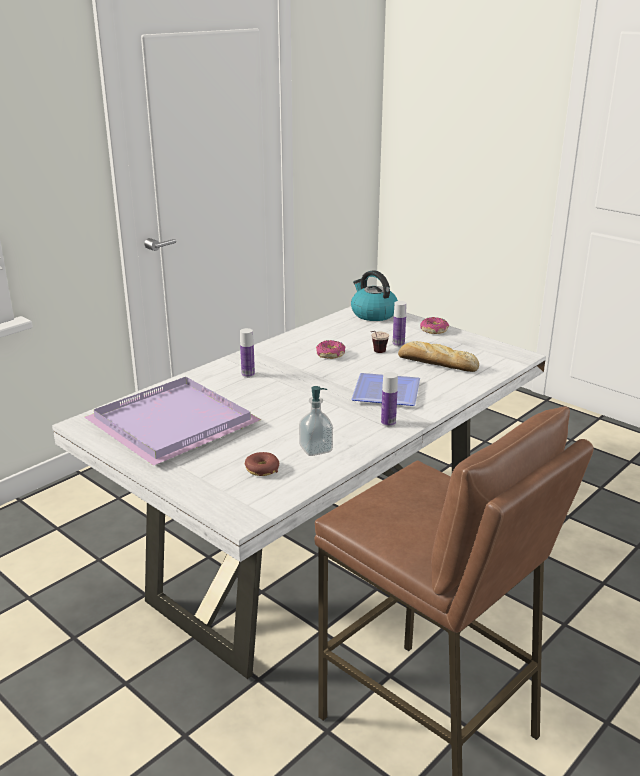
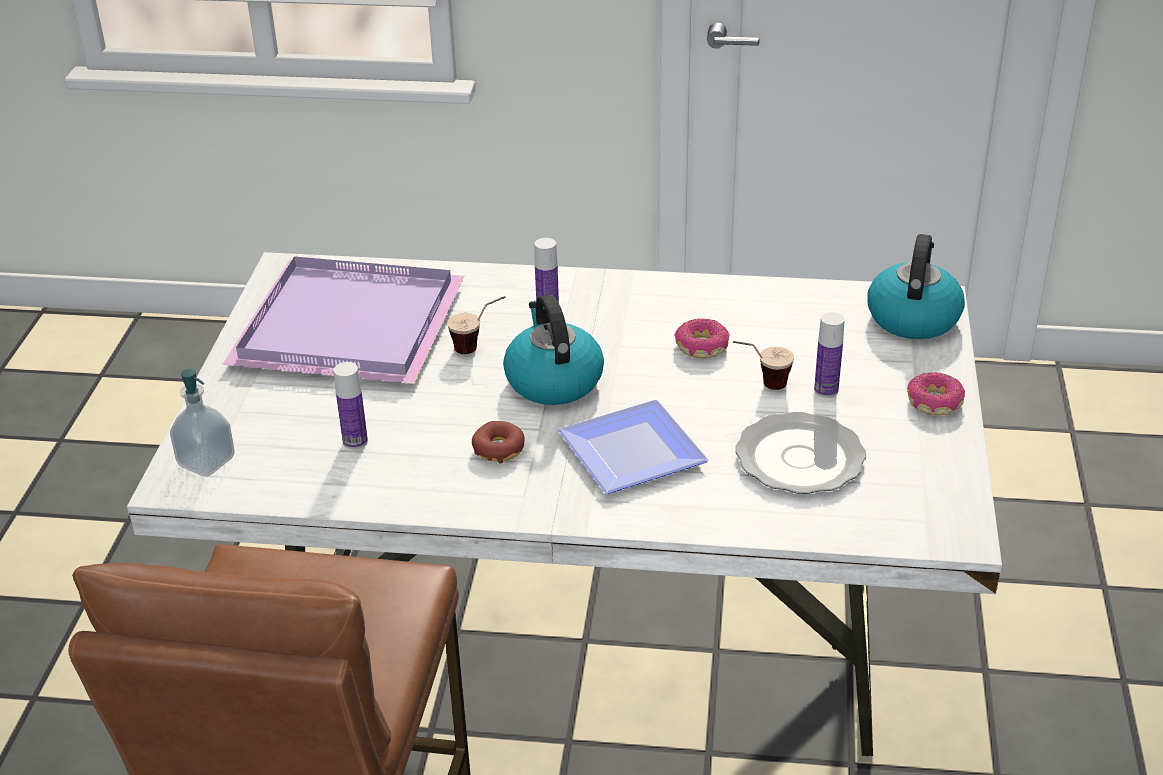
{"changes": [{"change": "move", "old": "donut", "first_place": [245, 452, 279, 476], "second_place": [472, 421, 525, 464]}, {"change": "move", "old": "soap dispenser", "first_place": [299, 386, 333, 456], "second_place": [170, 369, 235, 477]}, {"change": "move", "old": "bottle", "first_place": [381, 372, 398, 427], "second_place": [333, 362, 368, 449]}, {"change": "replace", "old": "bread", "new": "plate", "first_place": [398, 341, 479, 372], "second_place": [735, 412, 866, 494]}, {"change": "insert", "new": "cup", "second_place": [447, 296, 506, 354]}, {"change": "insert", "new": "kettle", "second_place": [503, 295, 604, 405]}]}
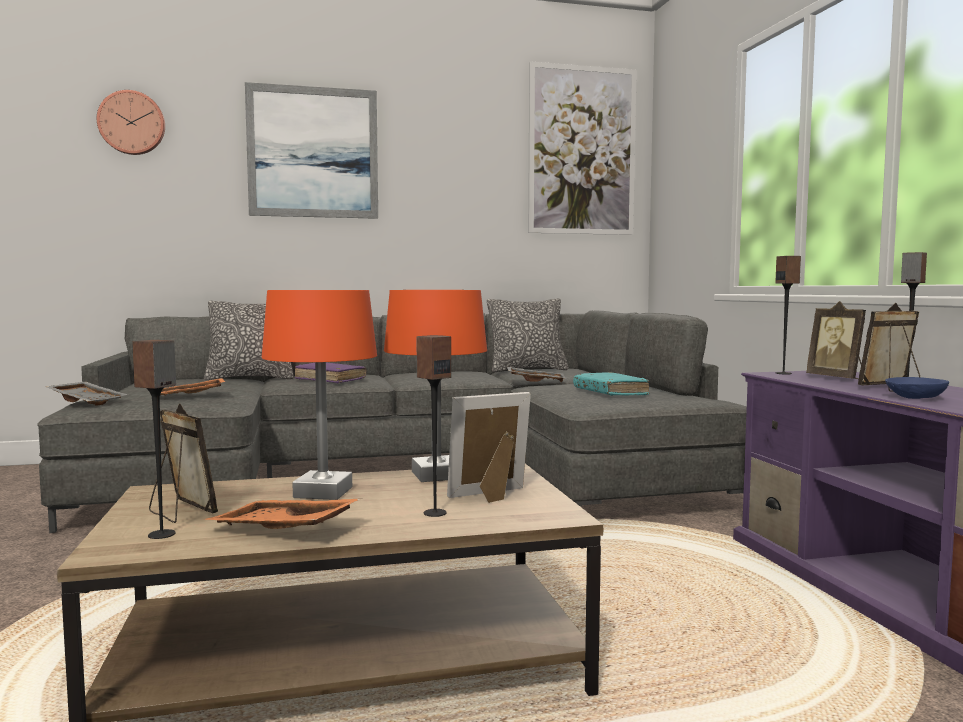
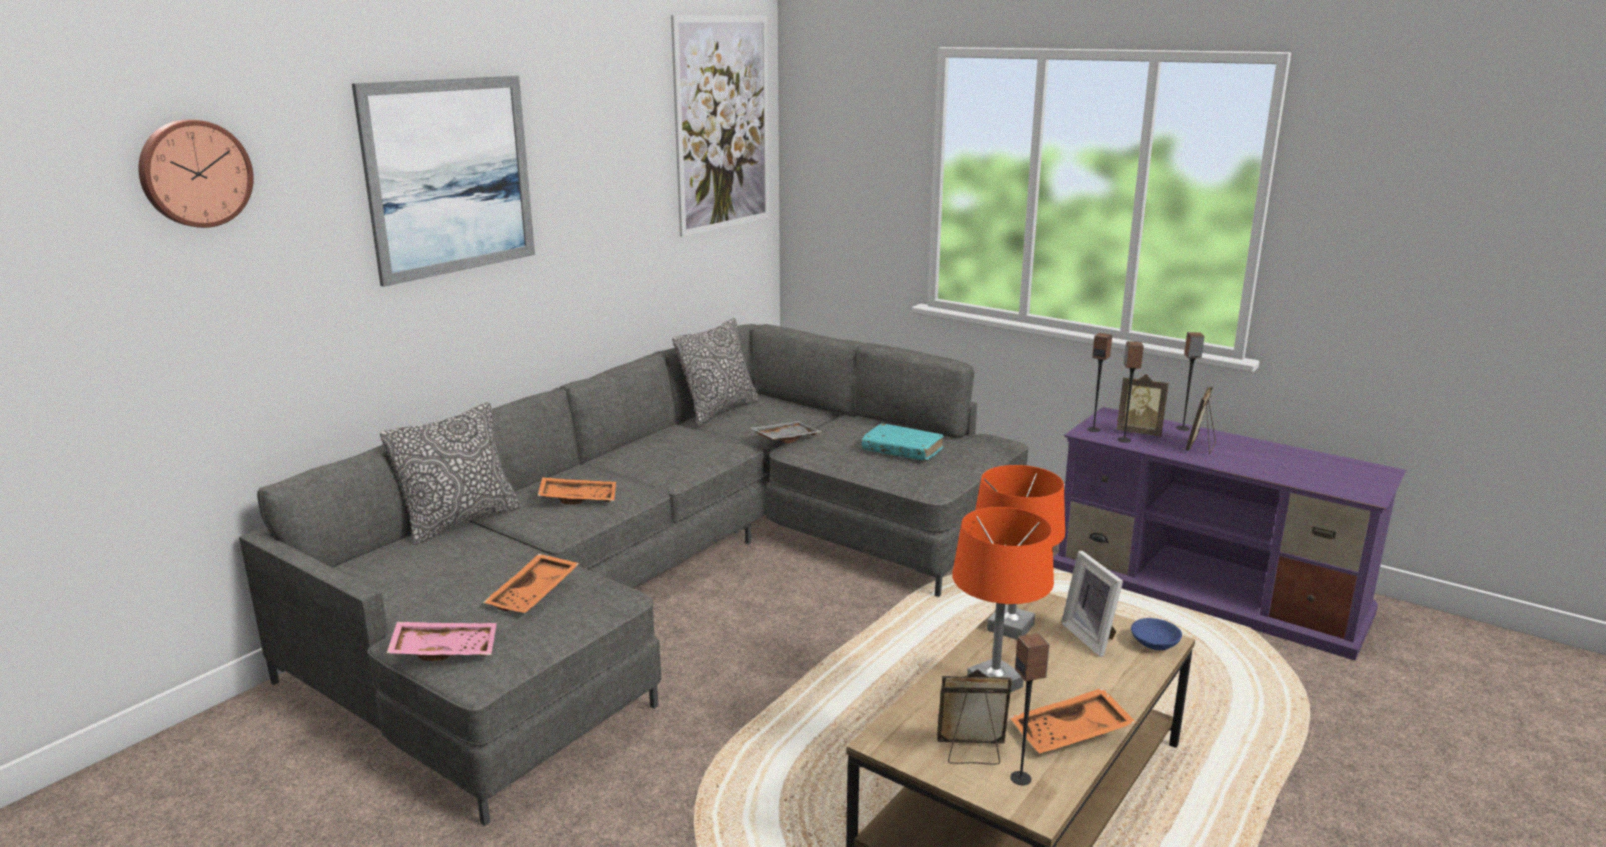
{"changes": [{"change": "recolor", "old": "tray (grey)", "new": "tray (pink)", "first_place": [47, 382, 128, 406], "second_place": [387, 622, 497, 661]}, {"change": "replace", "old": "book (purple)", "new": "tray (orange)", "first_place": [294, 363, 366, 383], "second_place": [538, 477, 616, 504]}, {"change": "move", "old": "speaker", "first_place": [416, 335, 451, 517], "second_place": [1117, 341, 1144, 443]}, {"change": "rotate", "old": "picture frame", "first_place": [447, 392, 531, 503], "second_place": [1061, 551, 1123, 657], "degrees": -45}, {"change": "move", "old": "bowl (blue)", "first_place": [885, 377, 949, 399], "second_place": [1131, 618, 1182, 650]}]}
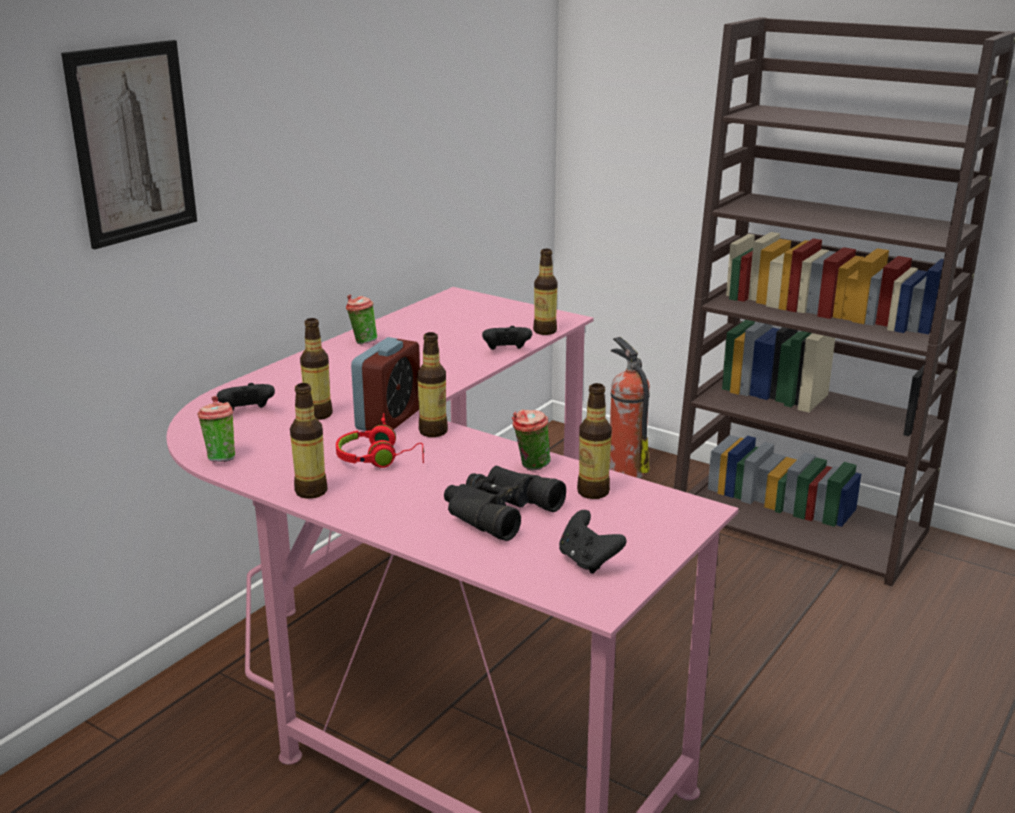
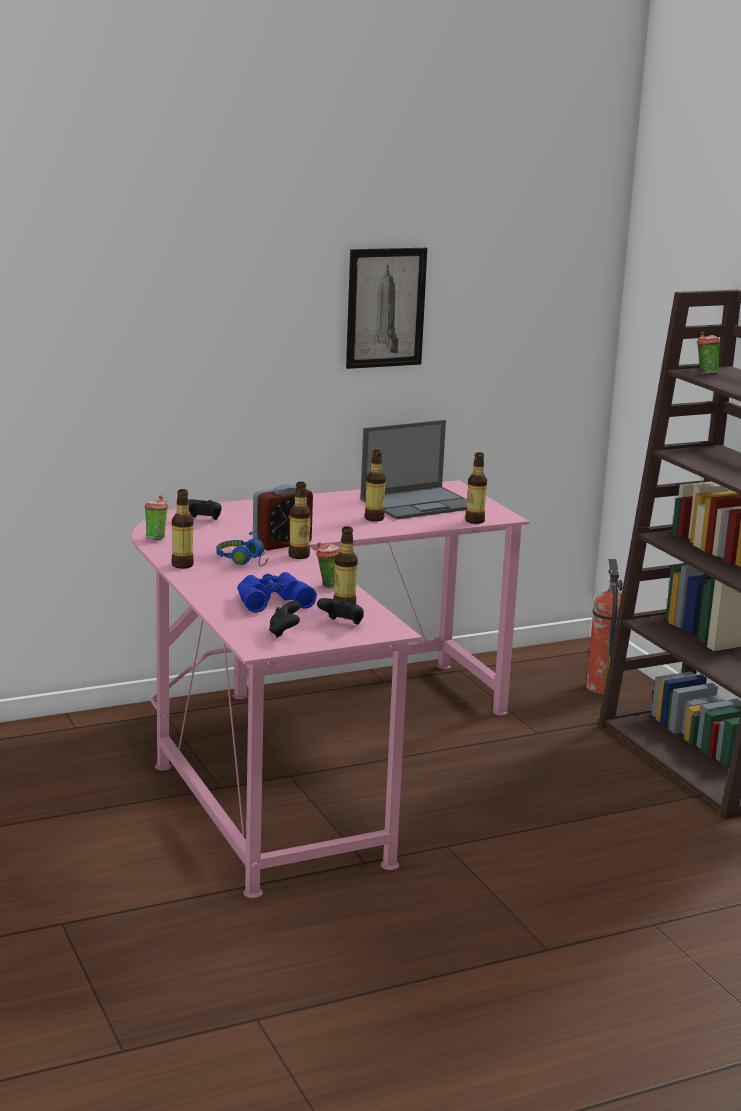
{"changes": [{"change": "move", "old": "picture", "first_place": [61, 40, 197, 249], "second_place": [346, 248, 427, 369]}, {"change": "move", "old": "bottle", "first_place": [300, 318, 333, 420], "second_place": [364, 450, 386, 522]}, {"change": "recolor", "old": "headphones (red)", "new": "headphones (blue)", "first_place": [336, 413, 424, 468], "second_place": [216, 530, 269, 566]}, {"change": "move", "old": "cup", "first_place": [346, 294, 377, 344], "second_place": [697, 332, 721, 374]}, {"change": "recolor", "old": "binoculars (black)", "new": "binoculars (blue)", "first_place": [444, 466, 566, 541], "second_place": [237, 572, 317, 613]}, {"change": "move", "old": "game controller (black)", "first_place": [482, 326, 532, 350], "second_place": [317, 598, 364, 625]}, {"change": "insert", "new": "laptop", "second_place": [360, 420, 467, 520]}]}
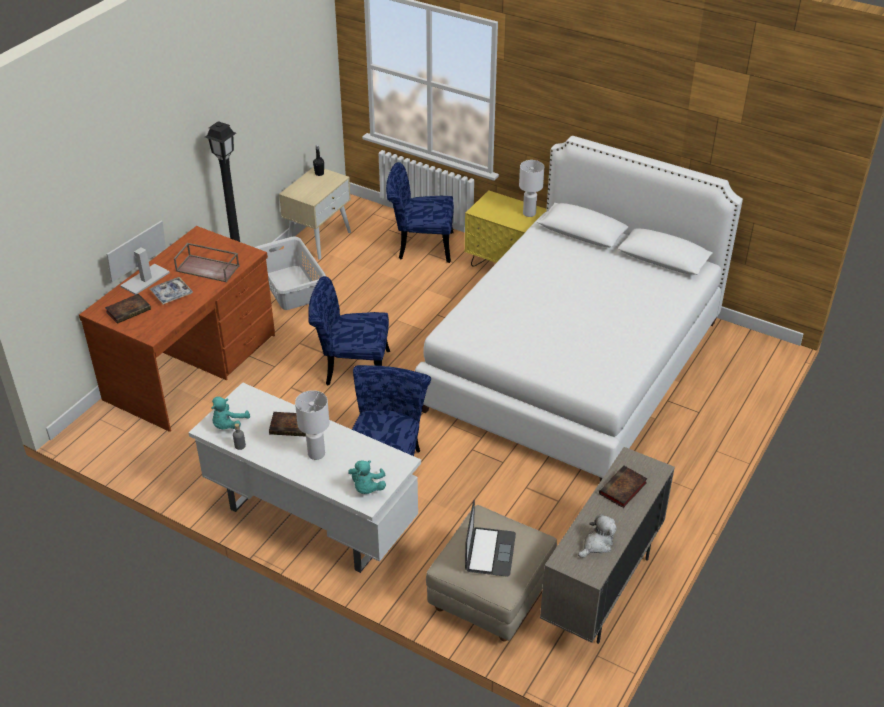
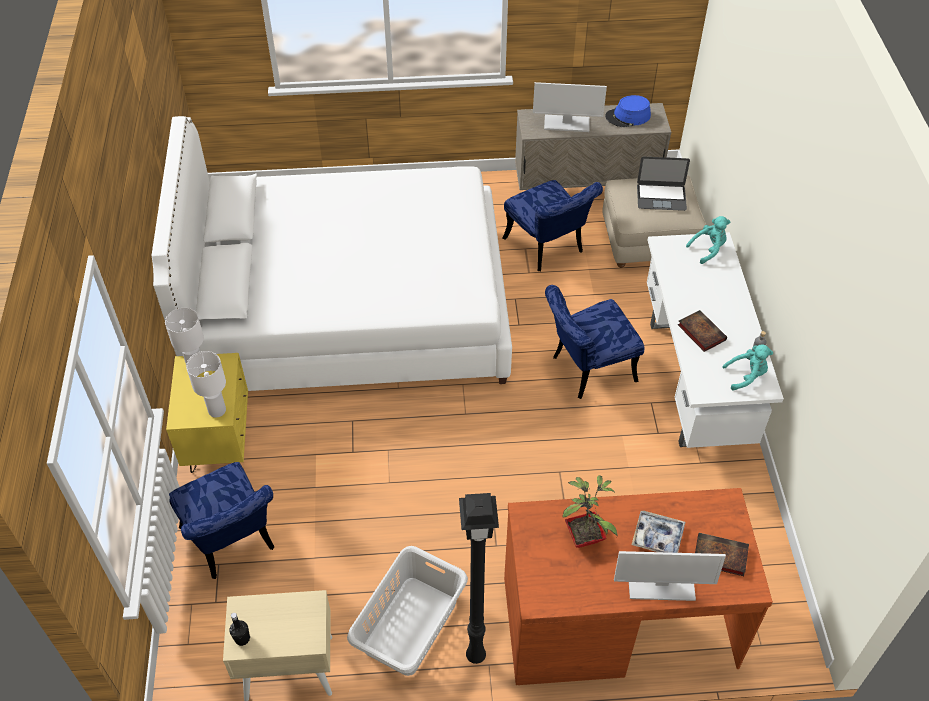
{"changes": [{"change": "replace", "old": "tray (brown)", "new": "potted plant", "first_place": [174, 243, 240, 282], "second_place": [563, 475, 617, 548]}, {"change": "move", "old": "table lamp (white)", "first_place": [295, 390, 329, 460], "second_place": [186, 351, 226, 417]}, {"change": "move", "old": "chair (blue)", "first_place": [308, 276, 390, 386], "second_place": [502, 180, 603, 271]}, {"change": "rotate", "old": "laptop", "first_place": [465, 500, 516, 577], "second_place": [637, 157, 690, 211], "degrees": -150}, {"change": "replace", "old": "plush toy", "new": "hat (blue)", "first_place": [578, 514, 617, 558], "second_place": [605, 95, 651, 127]}, {"change": "replace", "old": "book", "new": "monitor", "first_place": [599, 466, 647, 508], "second_place": [533, 82, 607, 132]}]}
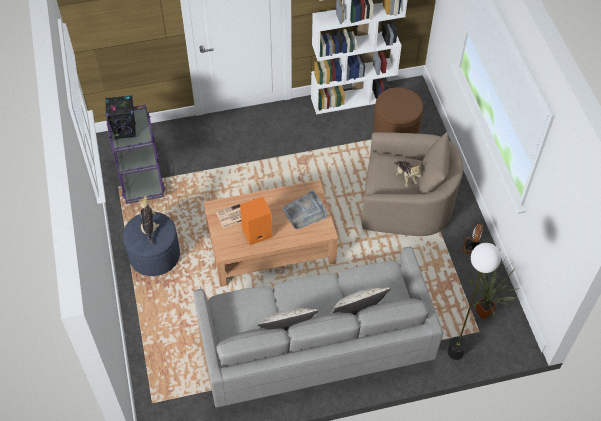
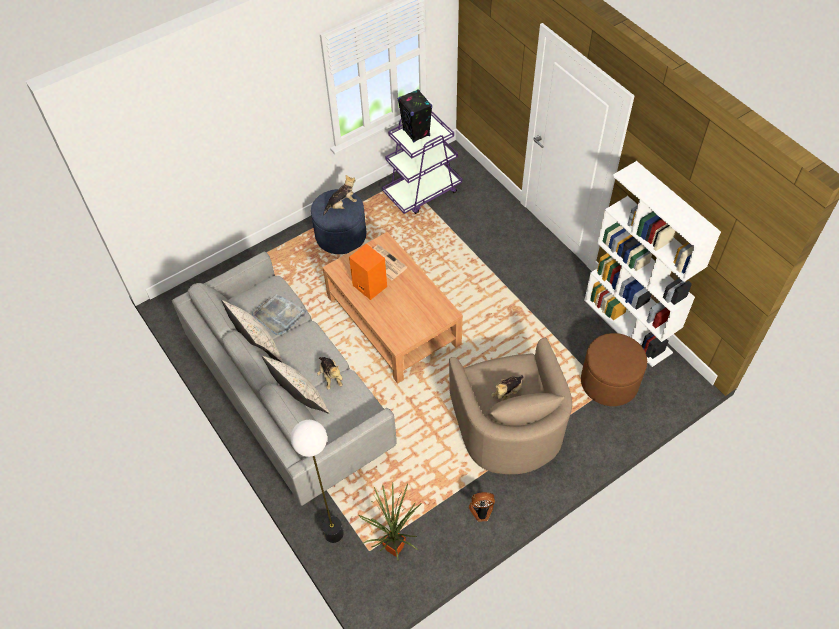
{"changes": [{"change": "move", "old": "tray (grey)", "first_place": [282, 190, 328, 229], "second_place": [252, 294, 308, 335]}, {"change": "insert", "new": "plush toy", "second_place": [317, 357, 343, 390]}]}
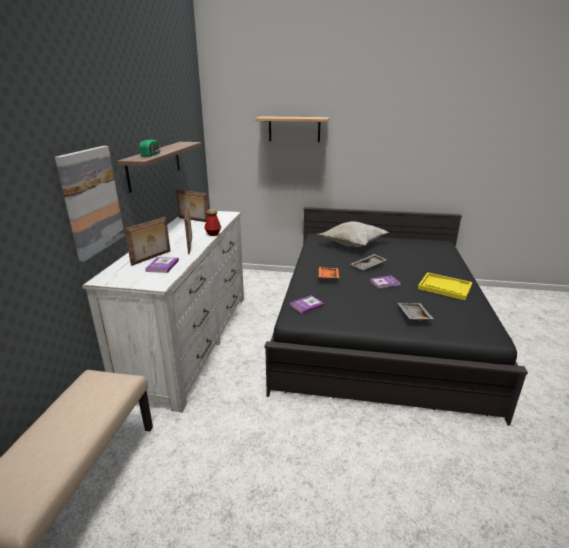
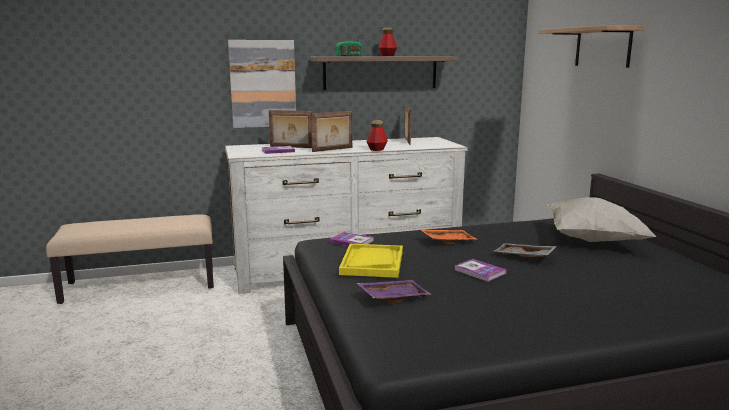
{"changes": [{"change": "recolor", "old": "tray (grey)", "new": "tray (purple)", "first_place": [398, 303, 434, 320], "second_place": [357, 280, 431, 303]}, {"change": "move", "old": "tray (yellow)", "first_place": [418, 272, 473, 300], "second_place": [339, 244, 403, 278]}, {"change": "insert", "new": "bottle", "second_place": [378, 27, 397, 56]}]}
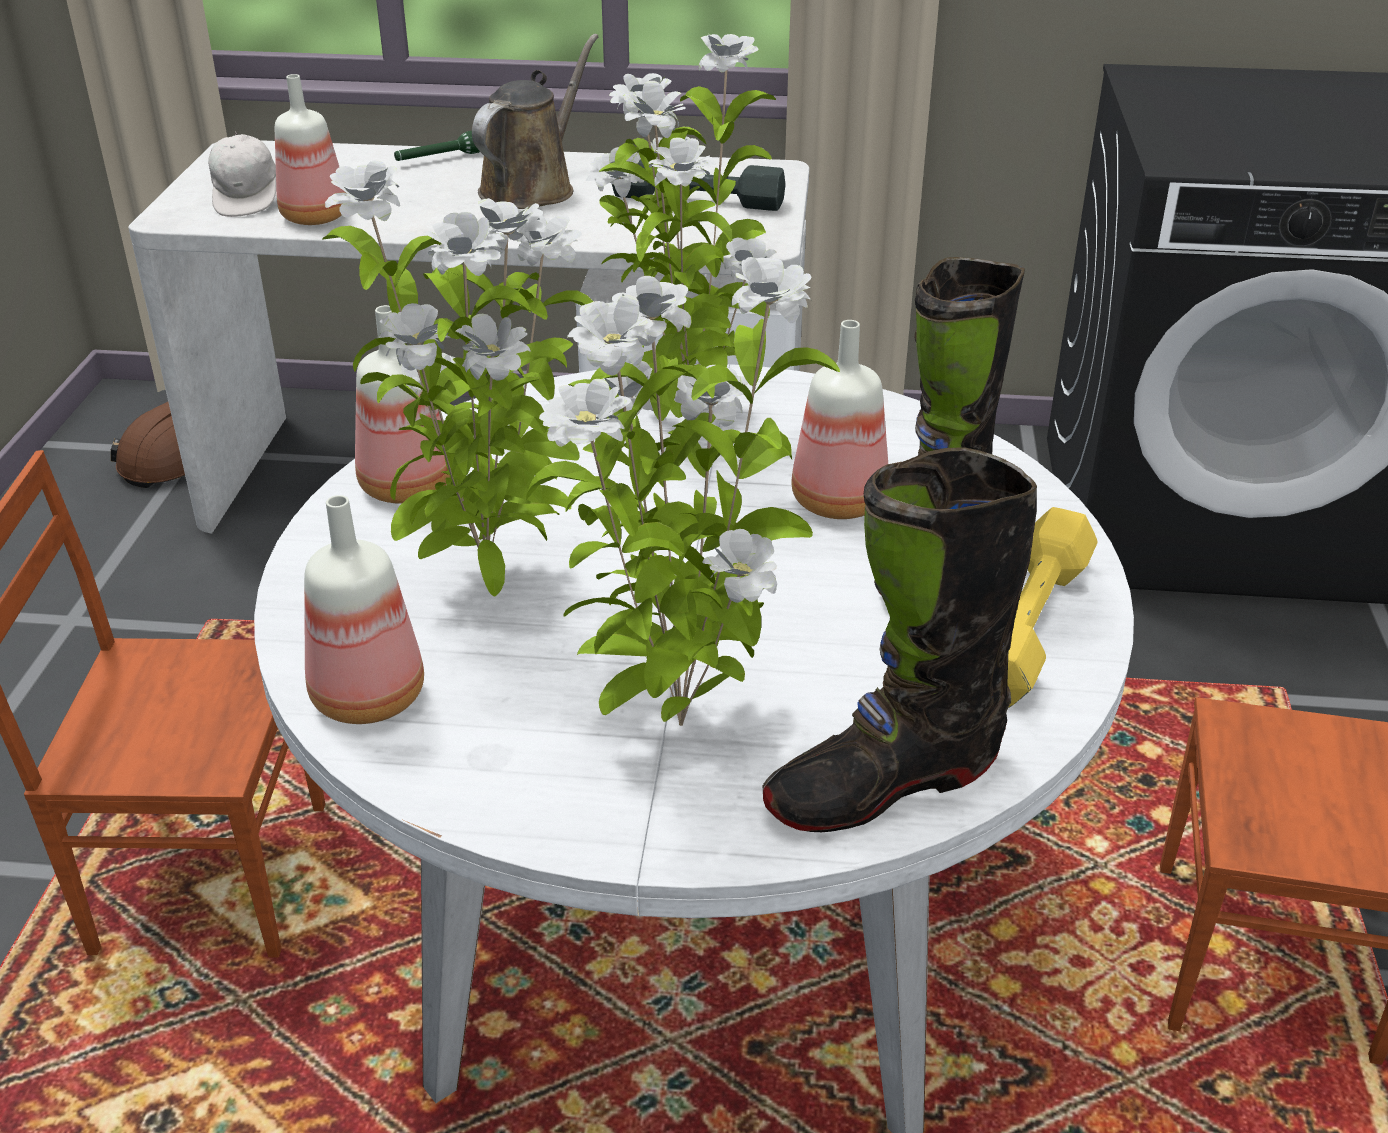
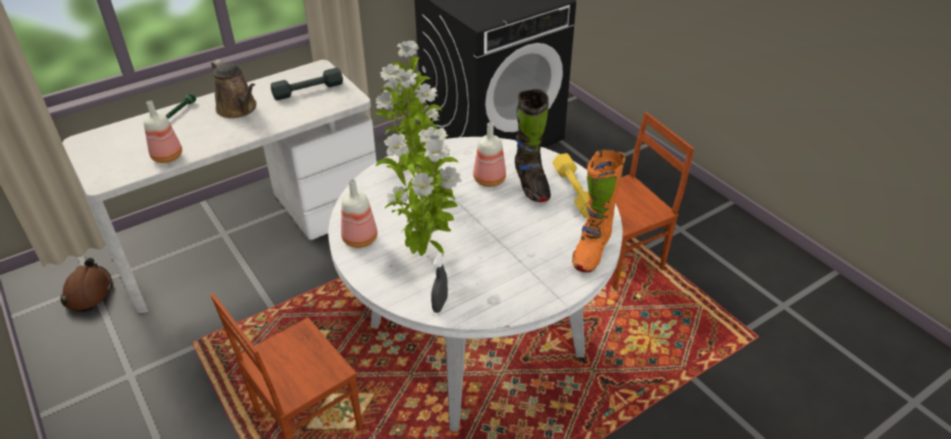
{"changes": [{"change": "delete", "old": "cap (white)", "first_place": [208, 132, 276, 217]}, {"change": "replace", "old": "bottle", "new": "spray bottle (grey)", "first_place": [304, 495, 424, 724], "second_place": [431, 253, 448, 313]}, {"change": "rotate", "old": "watering can (brown)", "first_place": [472, 34, 598, 209], "second_place": [211, 59, 257, 118], "degrees": 150}, {"change": "delete", "old": "potted plant", "first_place": [526, 257, 840, 726]}, {"change": "recolor", "old": "boot (black)", "new": "boot (orange)", "first_place": [762, 447, 1037, 832], "second_place": [572, 149, 626, 273]}]}
